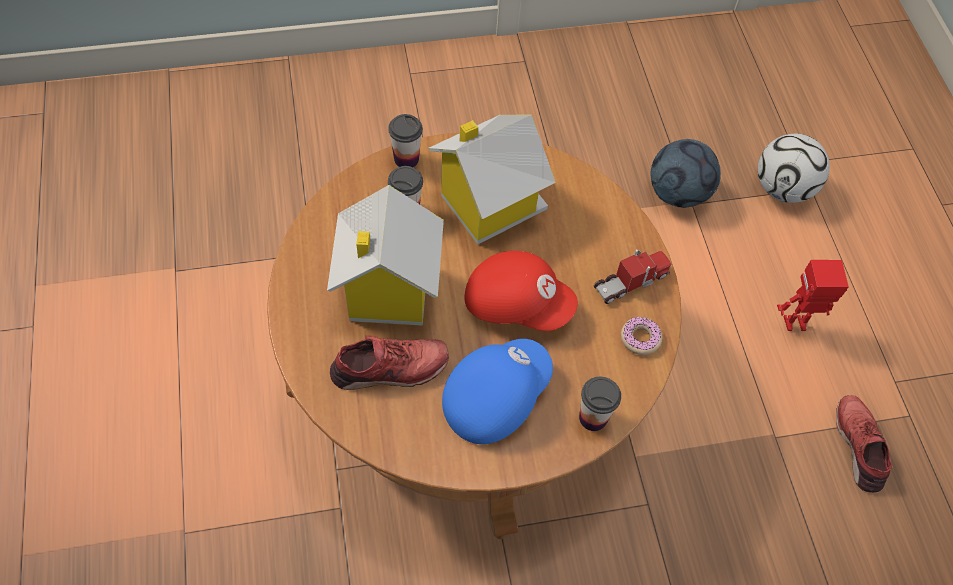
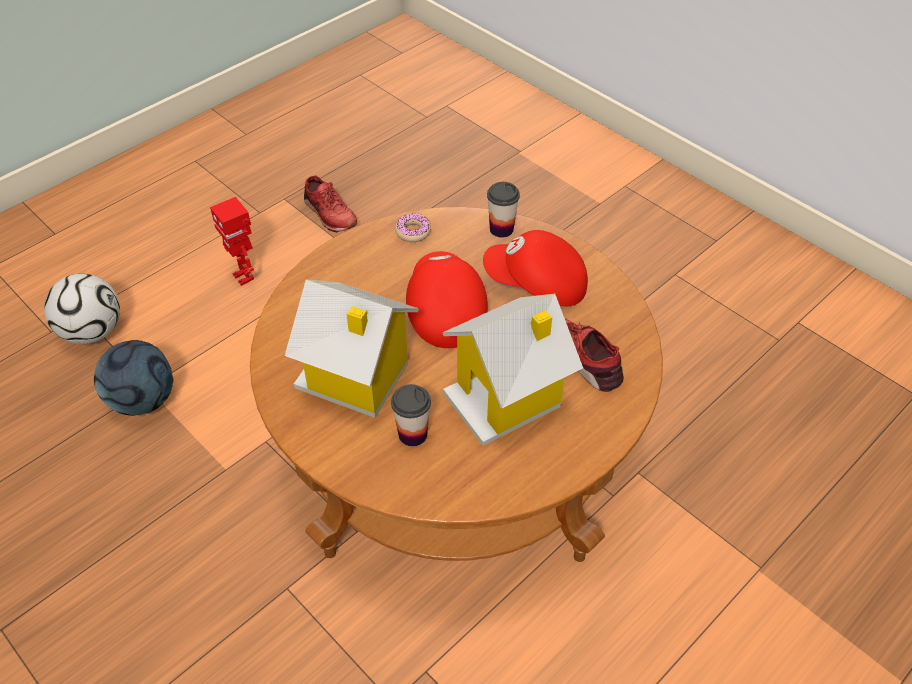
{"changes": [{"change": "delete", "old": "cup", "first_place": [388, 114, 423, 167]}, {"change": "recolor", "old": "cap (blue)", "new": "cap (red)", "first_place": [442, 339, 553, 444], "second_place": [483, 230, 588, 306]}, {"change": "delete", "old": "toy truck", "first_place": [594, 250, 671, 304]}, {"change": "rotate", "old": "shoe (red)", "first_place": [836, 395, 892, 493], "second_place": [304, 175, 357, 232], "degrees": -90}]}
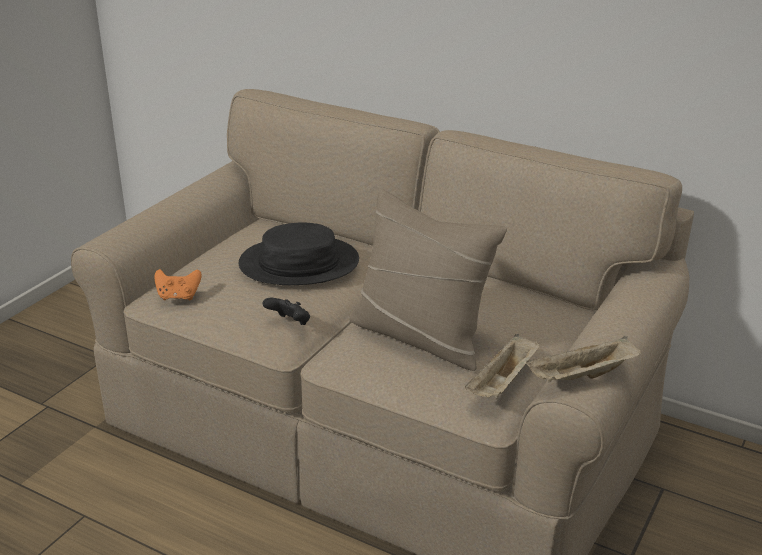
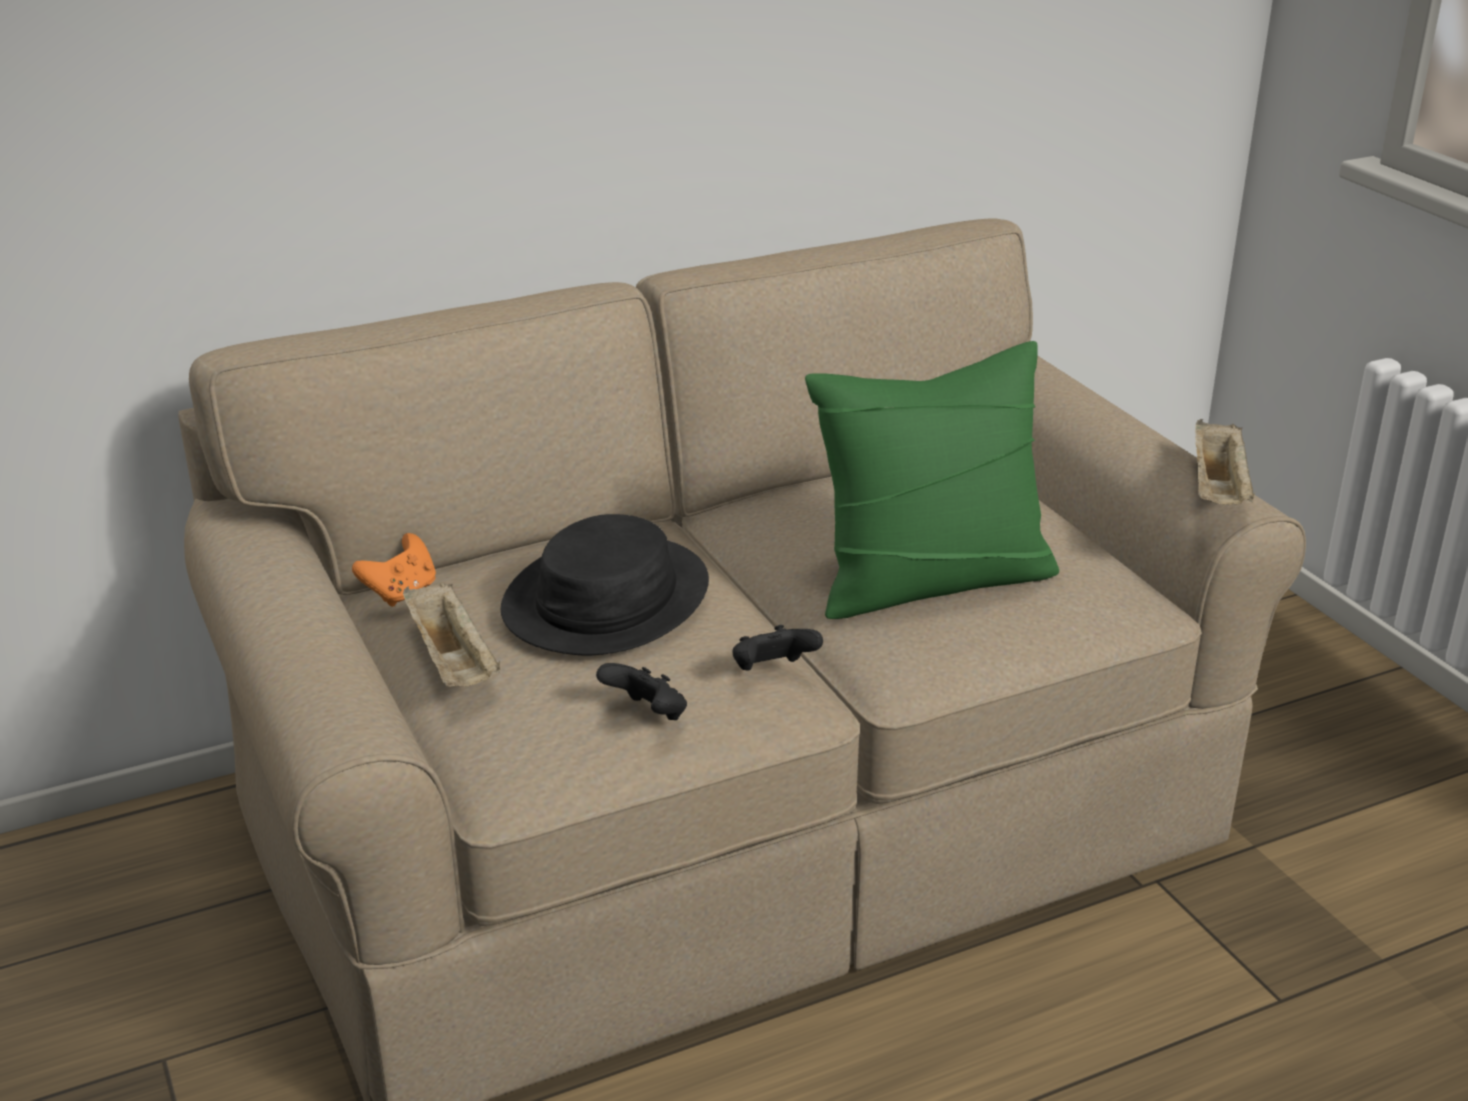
{"changes": [{"change": "move", "old": "game controller (orange)", "first_place": [154, 269, 202, 301], "second_place": [352, 533, 436, 607]}, {"change": "recolor", "old": "pillow (beige)", "new": "pillow (green)", "first_place": [349, 189, 507, 371], "second_place": [805, 341, 1059, 619]}, {"change": "move", "old": "tray (beige)", "first_place": [465, 334, 540, 398], "second_place": [403, 582, 501, 687]}, {"change": "insert", "new": "game controller (black)", "second_place": [596, 663, 687, 720]}]}
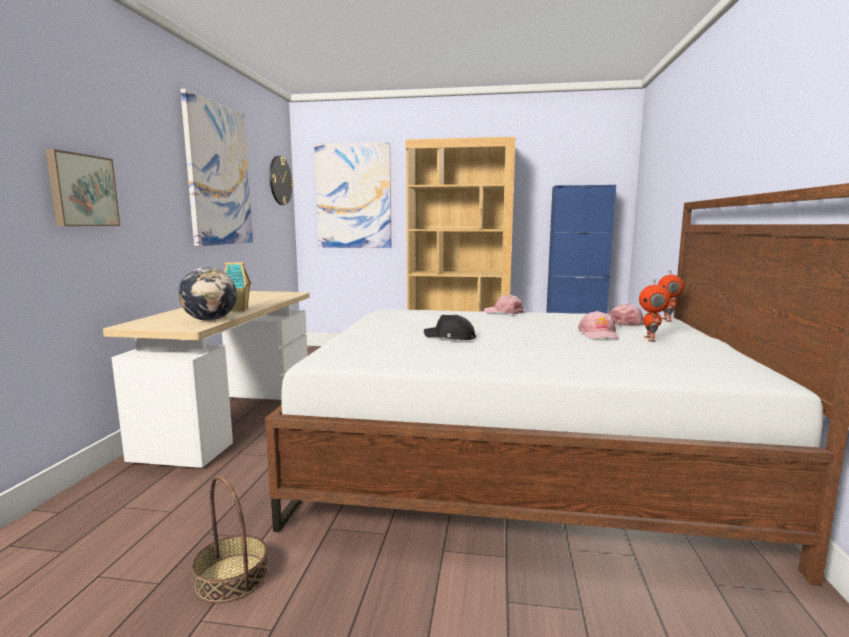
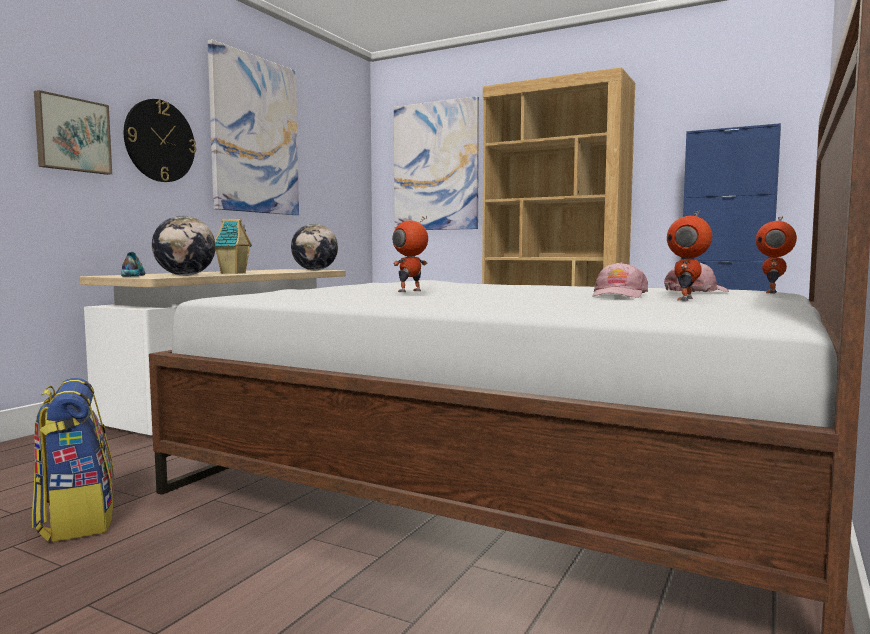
{"changes": [{"change": "replace", "old": "basket", "new": "backpack", "first_place": [192, 476, 268, 603], "second_place": [32, 378, 114, 542]}, {"change": "move", "old": "wall clock", "first_place": [269, 156, 294, 205], "second_place": [124, 99, 196, 182]}, {"change": "replace", "old": "cap (black)", "new": "toy robot", "first_place": [424, 315, 476, 340], "second_place": [392, 216, 428, 292]}, {"change": "delete", "old": "cap (pink)", "first_place": [484, 295, 524, 314]}, {"change": "insert", "new": "shoe", "second_place": [121, 252, 145, 277]}, {"change": "insert", "new": "globe", "second_place": [291, 224, 338, 270]}]}
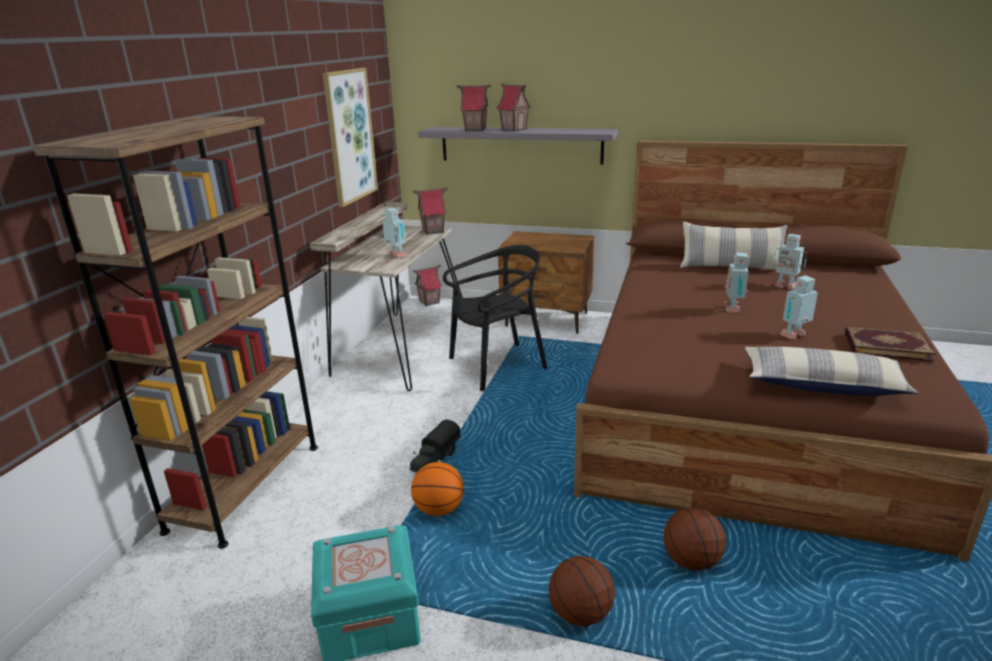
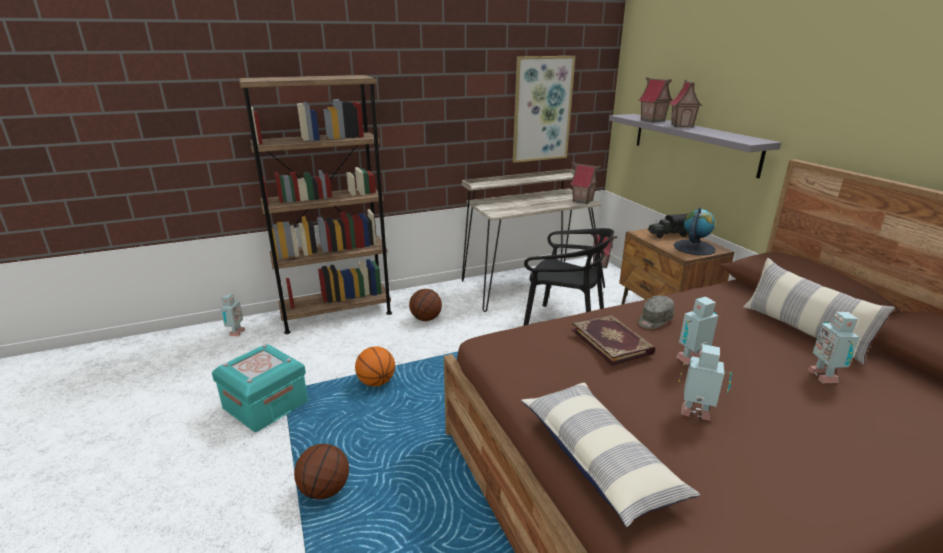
{"changes": [{"change": "move", "old": "toy robot", "first_place": [382, 208, 407, 258], "second_place": [220, 294, 245, 336]}, {"change": "move", "old": "toy truck", "first_place": [409, 420, 461, 473], "second_place": [648, 214, 688, 238]}, {"change": "move", "old": "basketball", "first_place": [663, 508, 726, 571], "second_place": [409, 289, 442, 321]}, {"change": "move", "old": "book", "first_place": [845, 327, 936, 362], "second_place": [571, 315, 655, 365]}, {"change": "insert", "new": "cap (grey)", "second_place": [638, 295, 674, 329]}, {"change": "insert", "new": "globe", "second_place": [674, 208, 716, 255]}]}
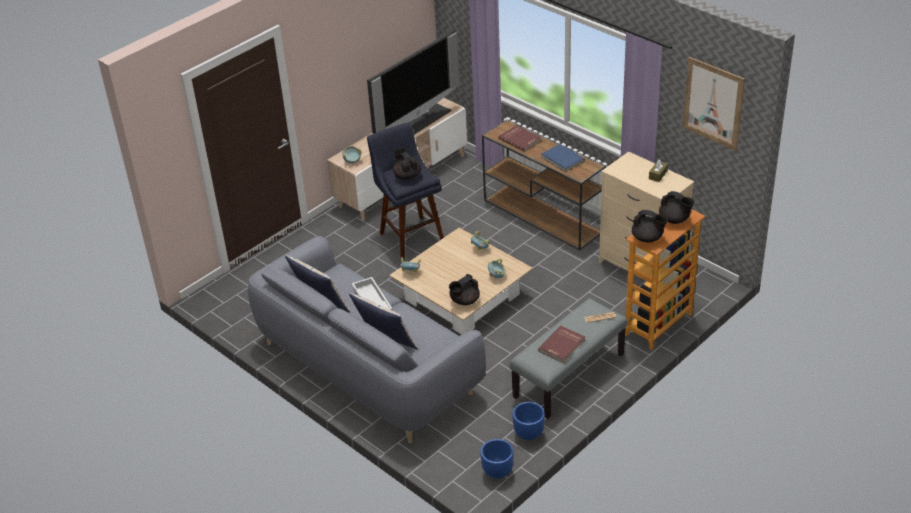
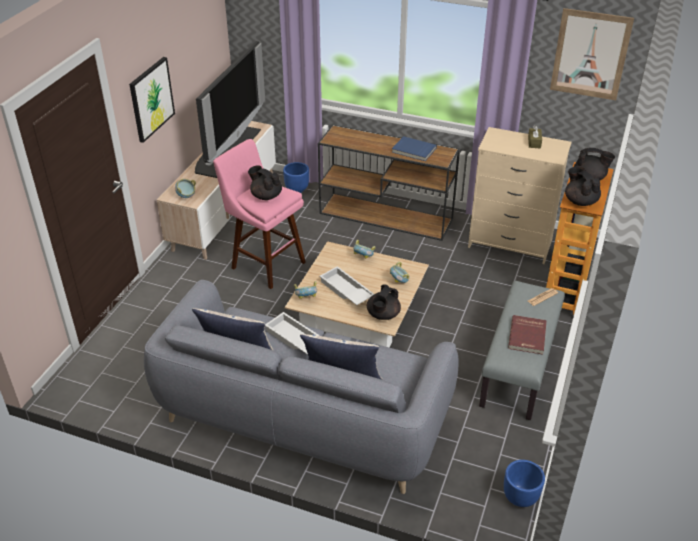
{"changes": [{"change": "recolor", "old": "stool (blue)", "new": "stool (pink)", "first_place": [367, 122, 444, 259], "second_place": [213, 139, 306, 289]}, {"change": "delete", "old": "book (red)", "first_place": [499, 125, 542, 152]}, {"change": "move", "old": "planter (blue)", "first_place": [513, 402, 545, 440], "second_place": [283, 162, 309, 193]}, {"change": "rotate", "old": "teapot (black)", "first_place": [632, 210, 668, 243], "second_place": [565, 166, 601, 206], "degrees": -120}, {"change": "insert", "new": "picture", "second_place": [129, 57, 175, 143]}, {"change": "insert", "new": "tray (white)", "second_place": [319, 266, 374, 305]}]}
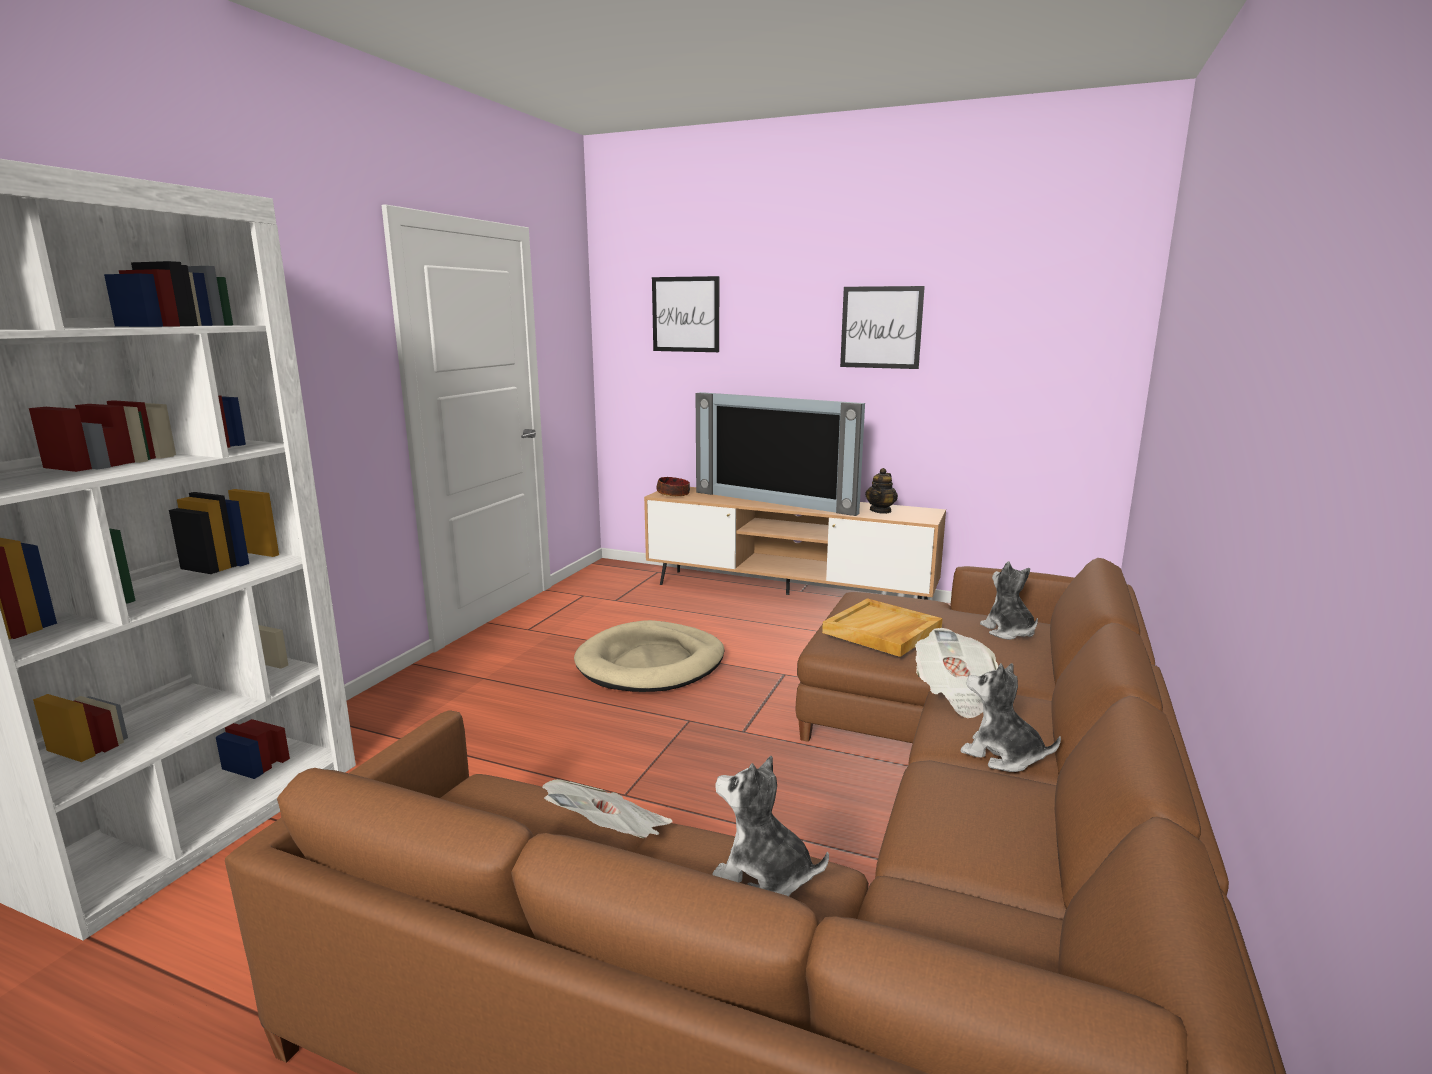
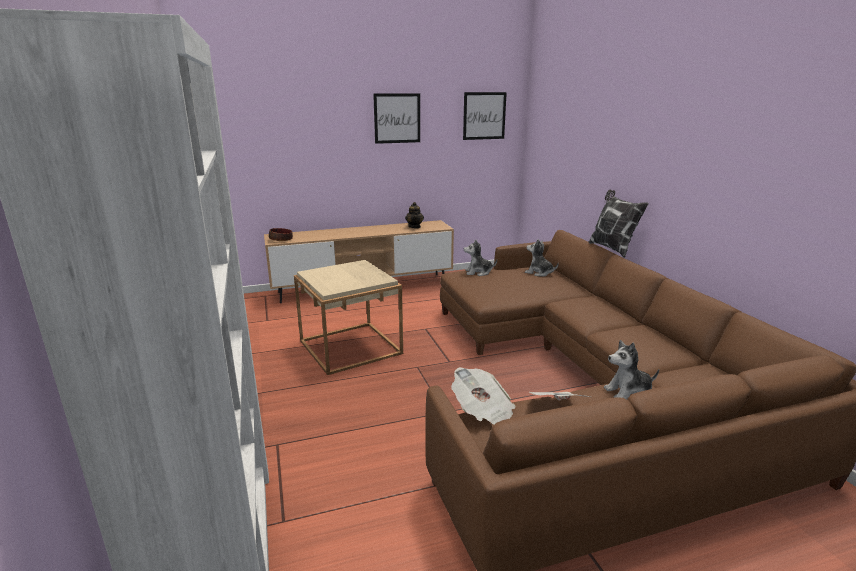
{"changes": [{"change": "replace", "old": "dog bed (beige)", "new": "side table (beige)", "first_place": [574, 620, 725, 692], "second_place": [294, 260, 403, 375]}, {"change": "move", "old": "picture", "first_place": [652, 276, 719, 352], "second_place": [463, 92, 507, 140]}, {"change": "delete", "old": "television", "first_place": [696, 392, 865, 516]}, {"change": "delete", "old": "tray (beige)", "first_place": [822, 598, 943, 657]}, {"change": "move", "old": "newspaper", "first_place": [915, 628, 998, 718], "second_place": [451, 367, 515, 425]}, {"change": "move", "old": "plush toy", "first_place": [960, 663, 1061, 772], "second_place": [464, 240, 497, 276]}, {"change": "insert", "new": "pillow", "second_place": [589, 189, 649, 258]}]}
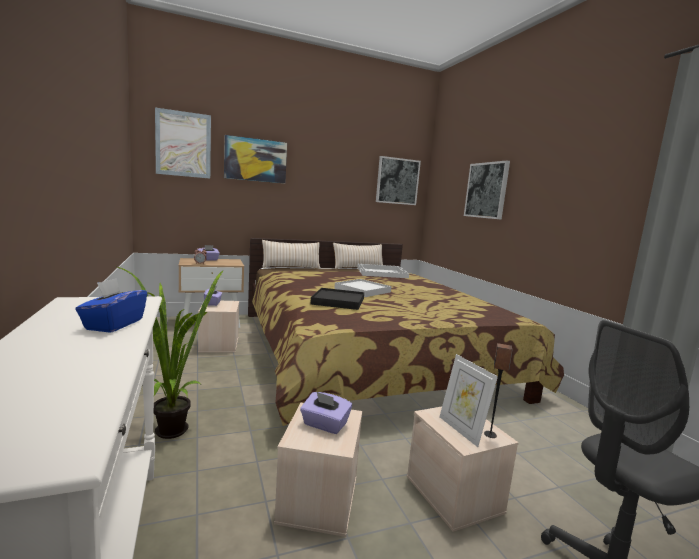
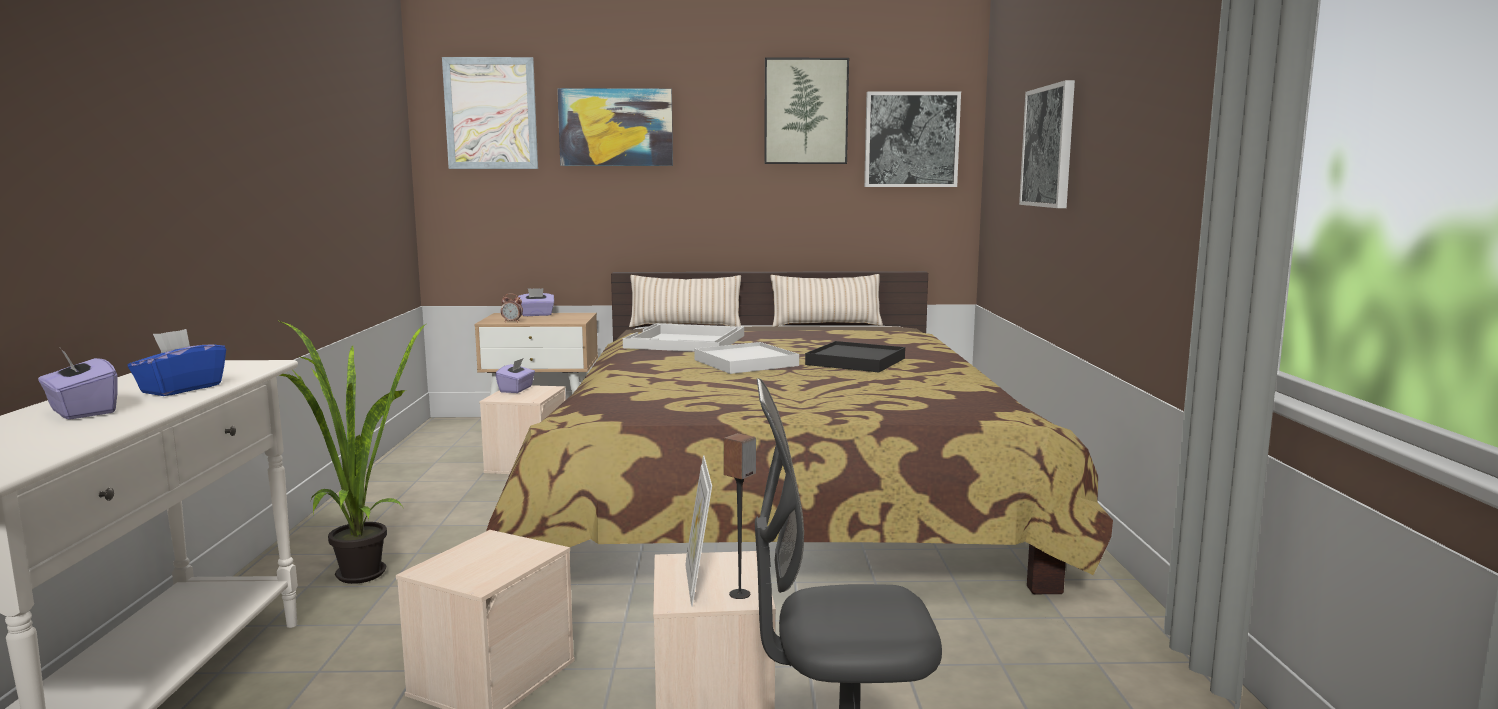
{"changes": [{"change": "move", "old": "tissue box (purple)", "first_place": [300, 391, 352, 434], "second_place": [38, 348, 118, 420]}, {"change": "move", "old": "tray (black)", "first_place": [310, 288, 364, 310], "second_place": [805, 341, 905, 372]}, {"change": "move", "old": "tray (white)", "first_place": [357, 264, 409, 278], "second_place": [623, 323, 744, 352]}, {"change": "insert", "new": "picture", "second_place": [764, 58, 849, 164]}]}
